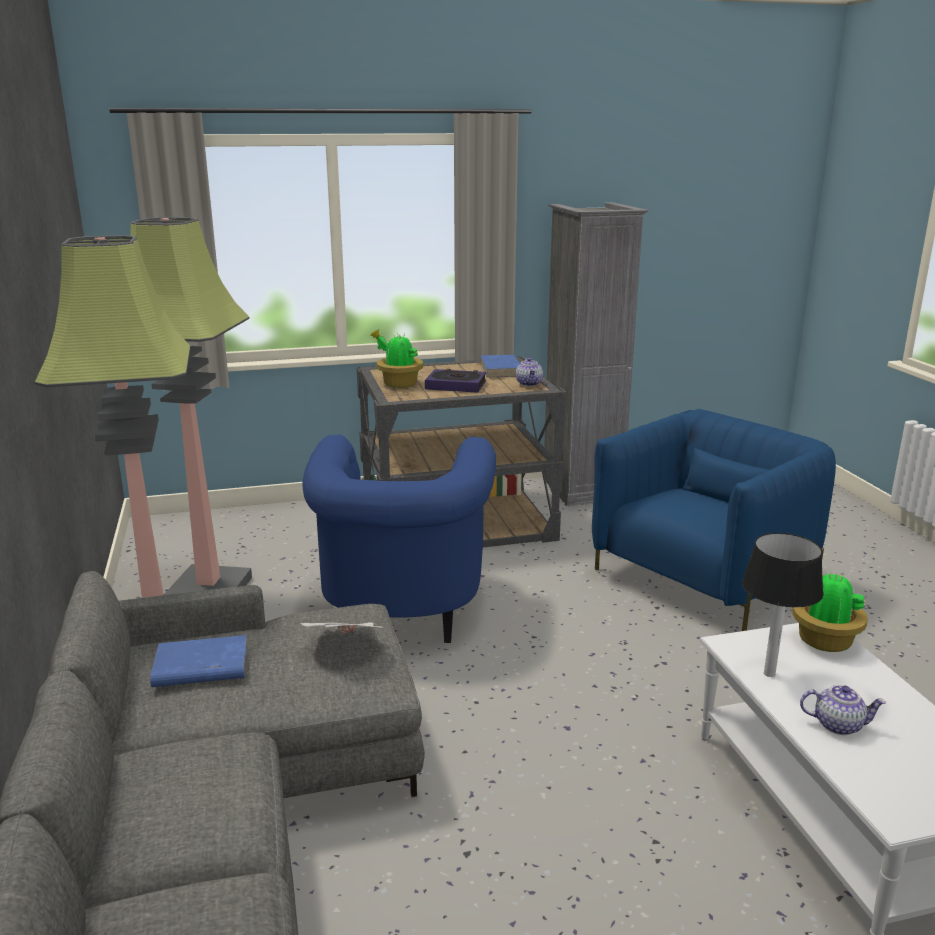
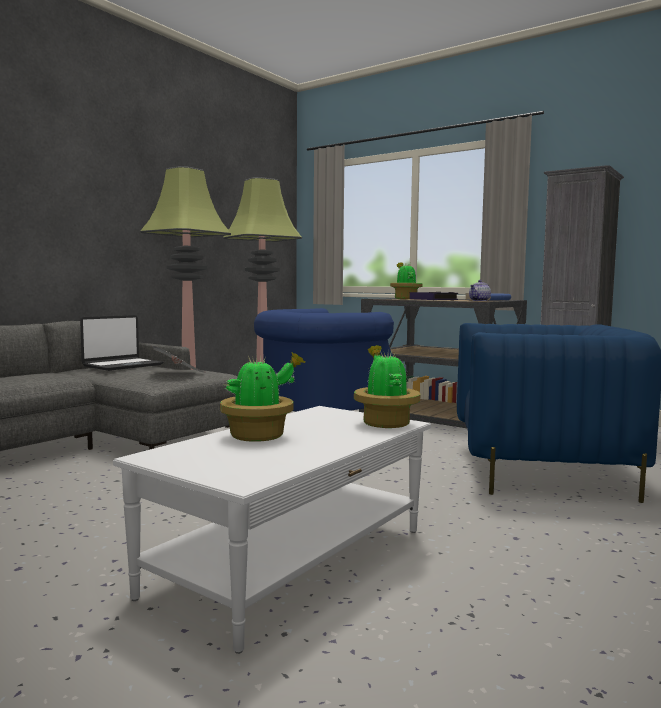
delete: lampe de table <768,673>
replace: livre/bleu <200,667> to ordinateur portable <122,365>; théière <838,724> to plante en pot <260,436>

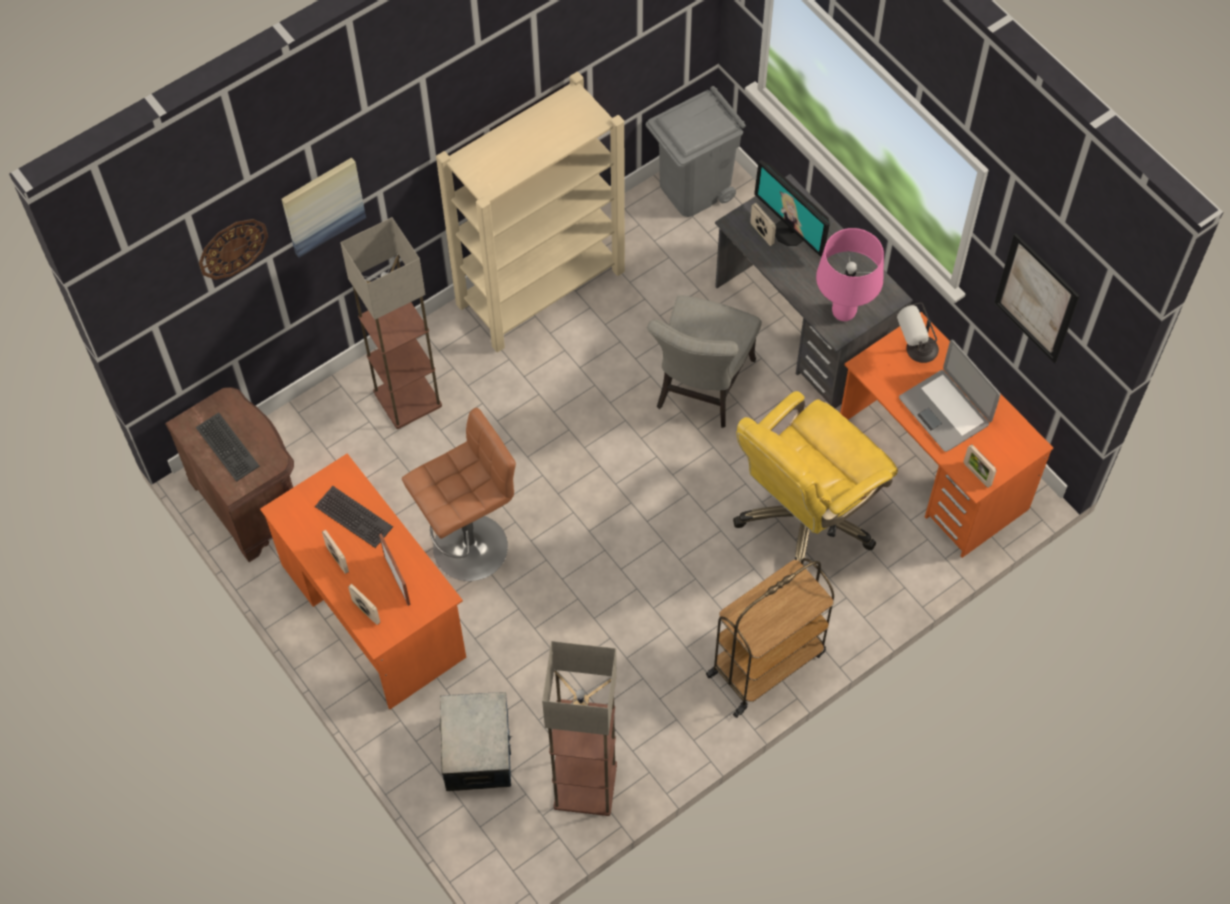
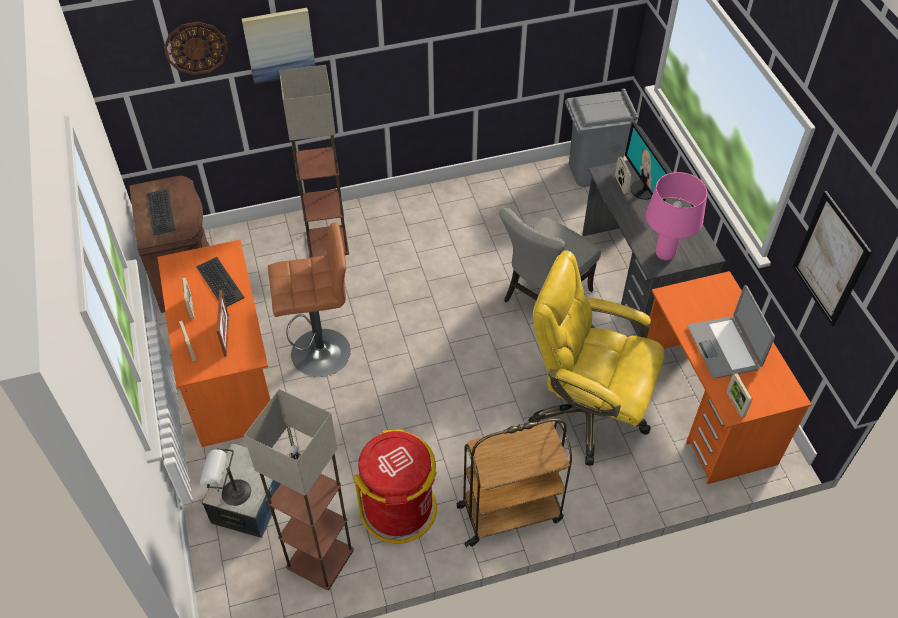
delete: bibliothèque/beige <540,287>
insert: poubelle/rouge <399,509>
move: lampe de table <916,351> to <229,492>
rotate: chaise de bureau/jaune <806,516> = <588,412> 45 degrees clockwise

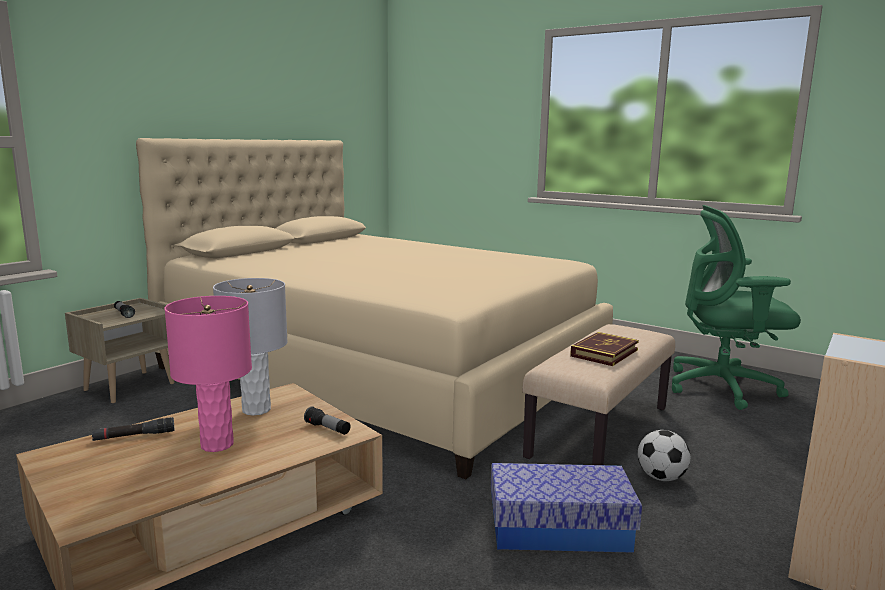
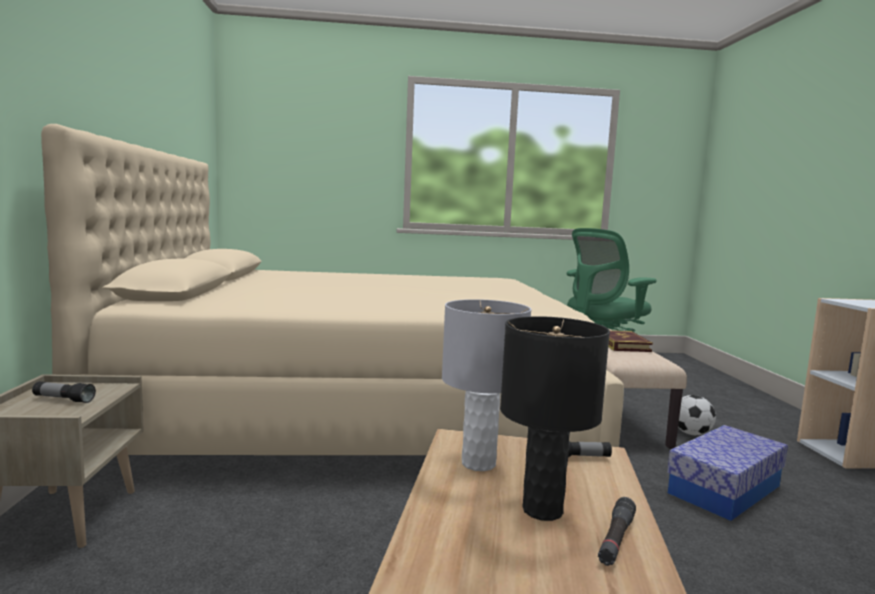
move: lampe de poche/noir <134,436> to <616,539>
recolor: lampe de table/rose <217,445> to lampe de table/noir <543,510>

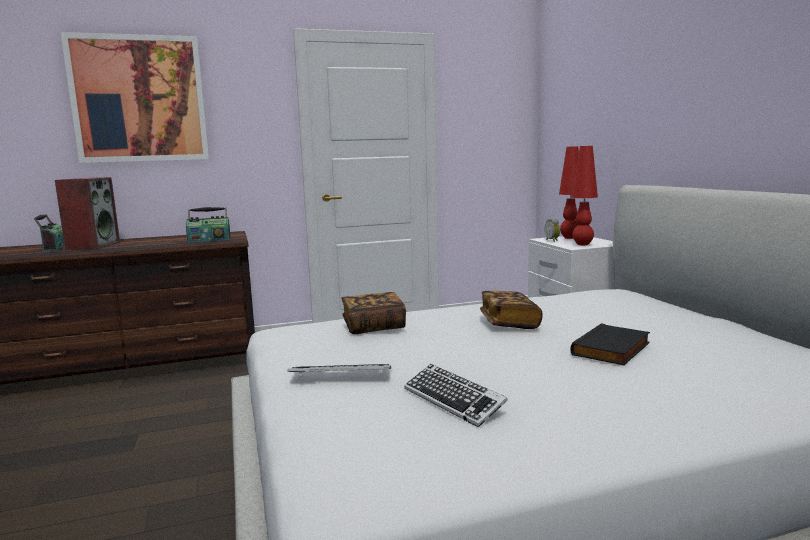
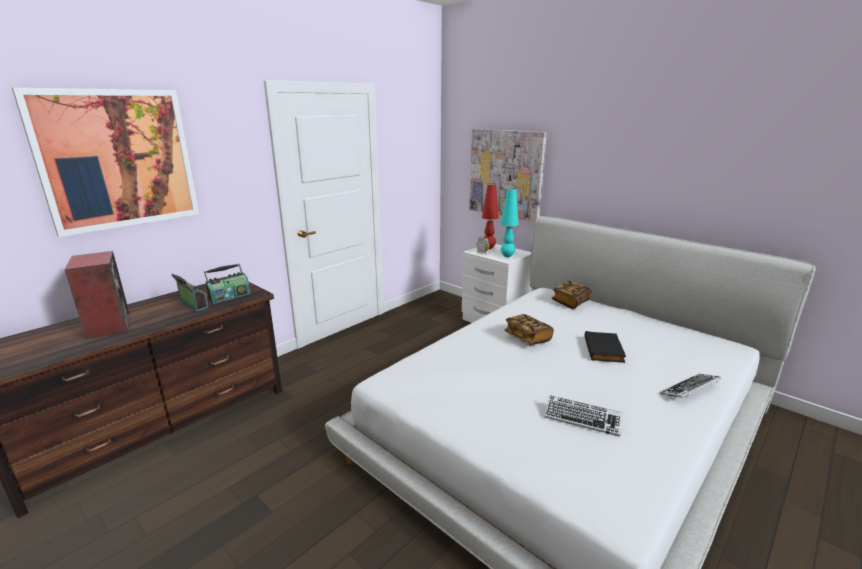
insert: tableau <506,173>
move: radio <54,248> to <192,304>; clavier <341,377> to <690,390>; livre <373,326> to <570,302>
recolor: lampe de table/rouge <582,244> to lampe de table/turquoise <507,256>

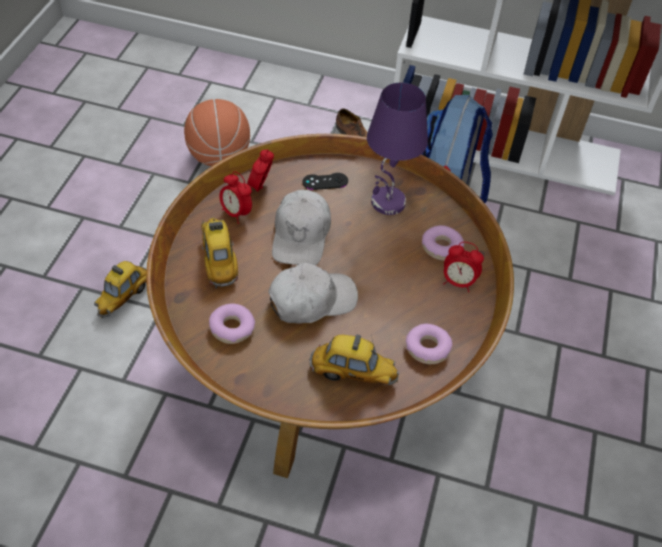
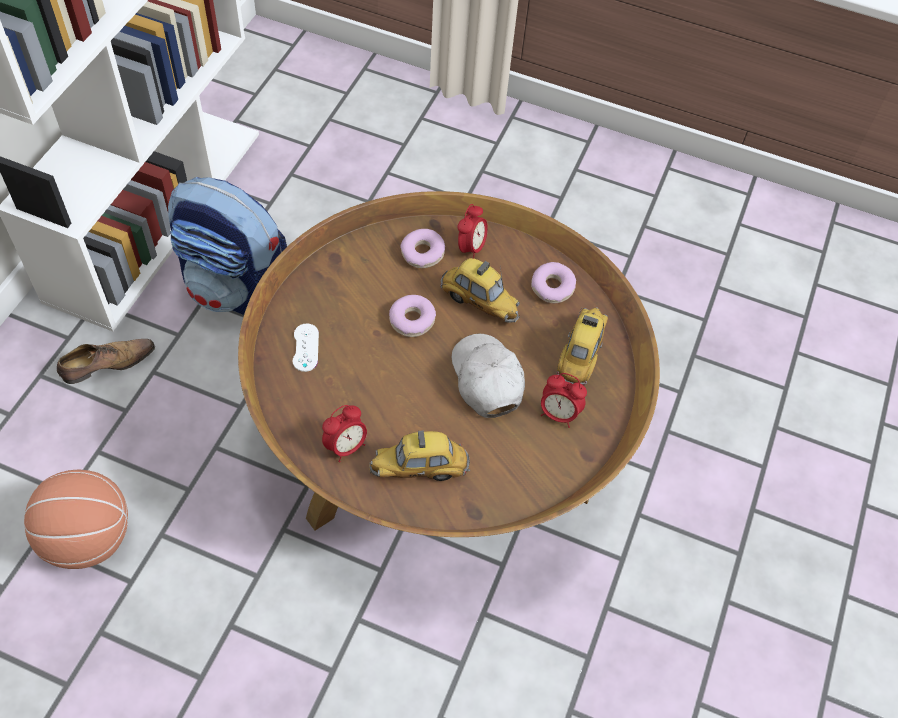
delete: casquette/blanc <301,235>; lampe de table/violet <387,203>
move: petite voiture <124,297> to <479,303>; beignet <232,328> to <412,320>; réveil <260,187> to <558,414>
recolor: manette/noir <325,181> to manette/blanc <305,347>

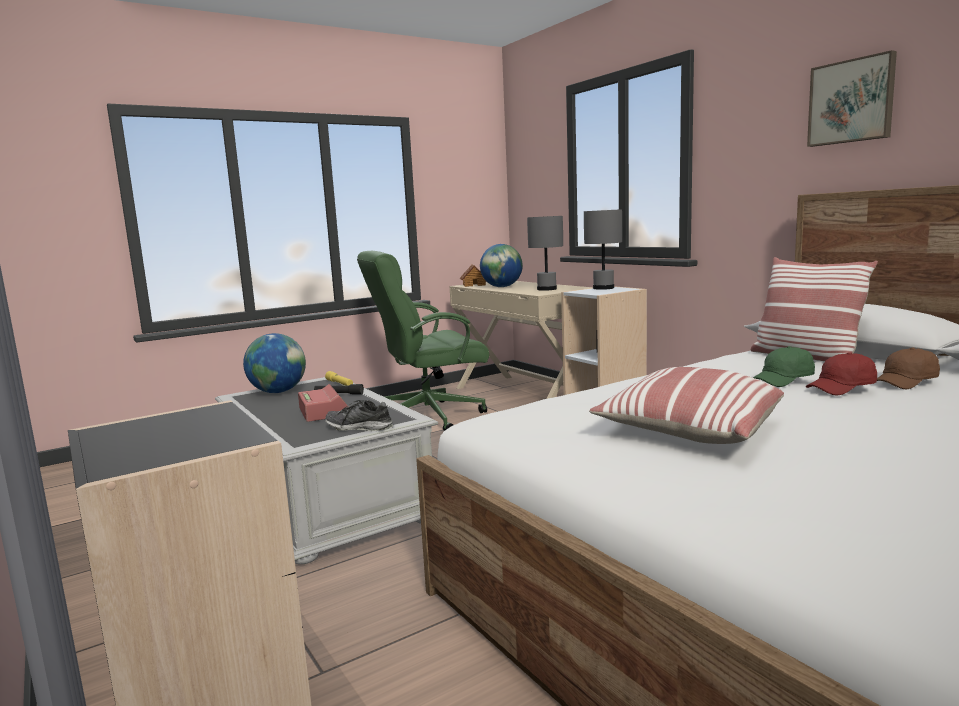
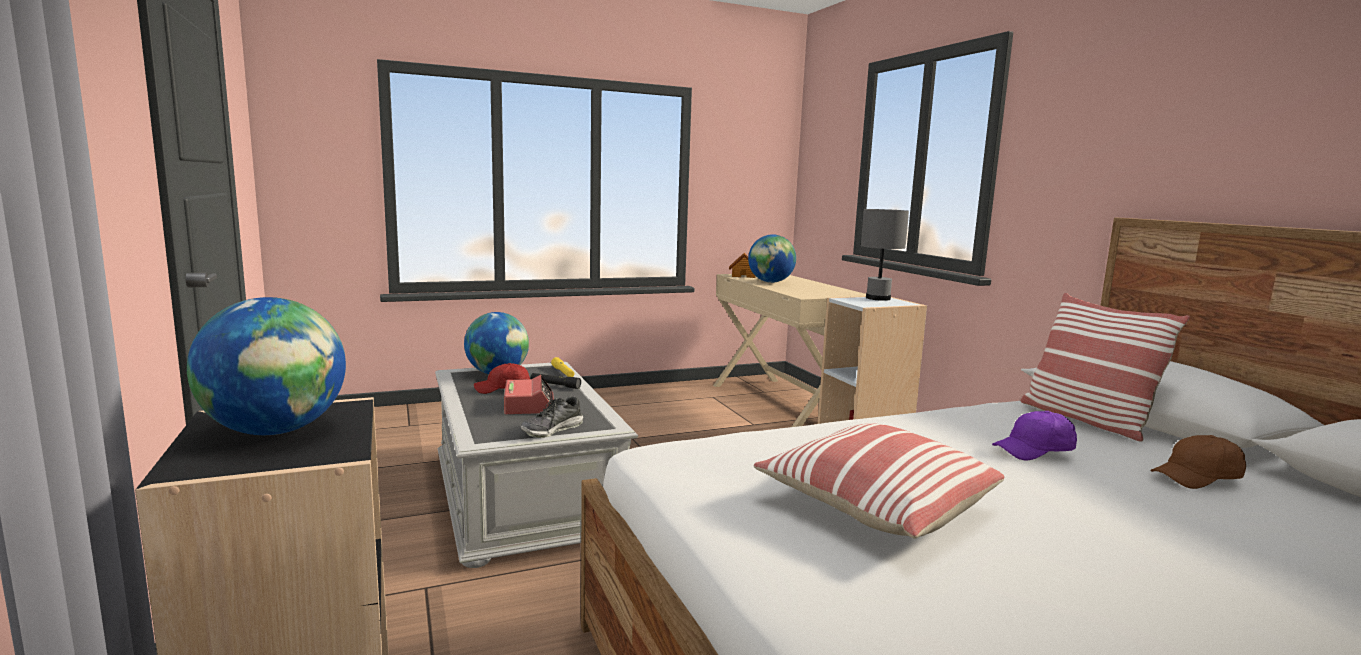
delete: chaise de bureau/vert <429,417>; lampe de table/gris <546,289>; tableau <851,101>
insert: globe <276,431>
move: casquette/rouge <842,388> to <503,389>
recolor: casquette/vert <783,380> to casquette/violet <1035,451>
rotate: chaussure <359,428> = <552,430> 75 degrees counterclockwise

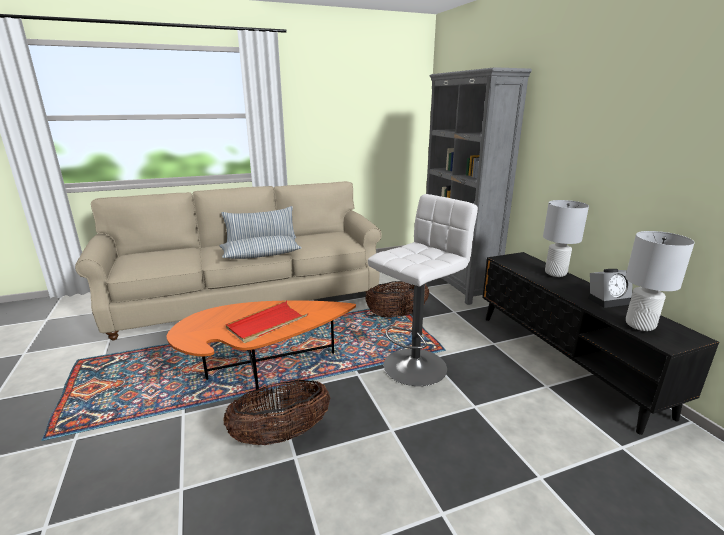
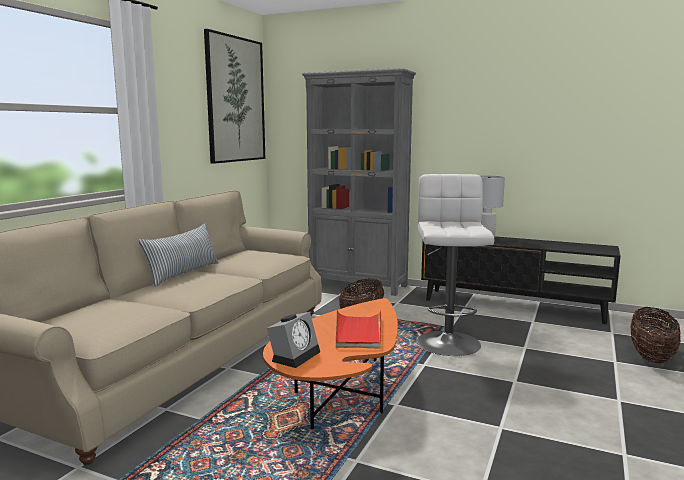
delete: coussin <261,255>; lampe de table/gris <639,327>
insert: tableau <235,100>
move: panier <281,435> to <651,357>; réveil <609,300> to <295,355>

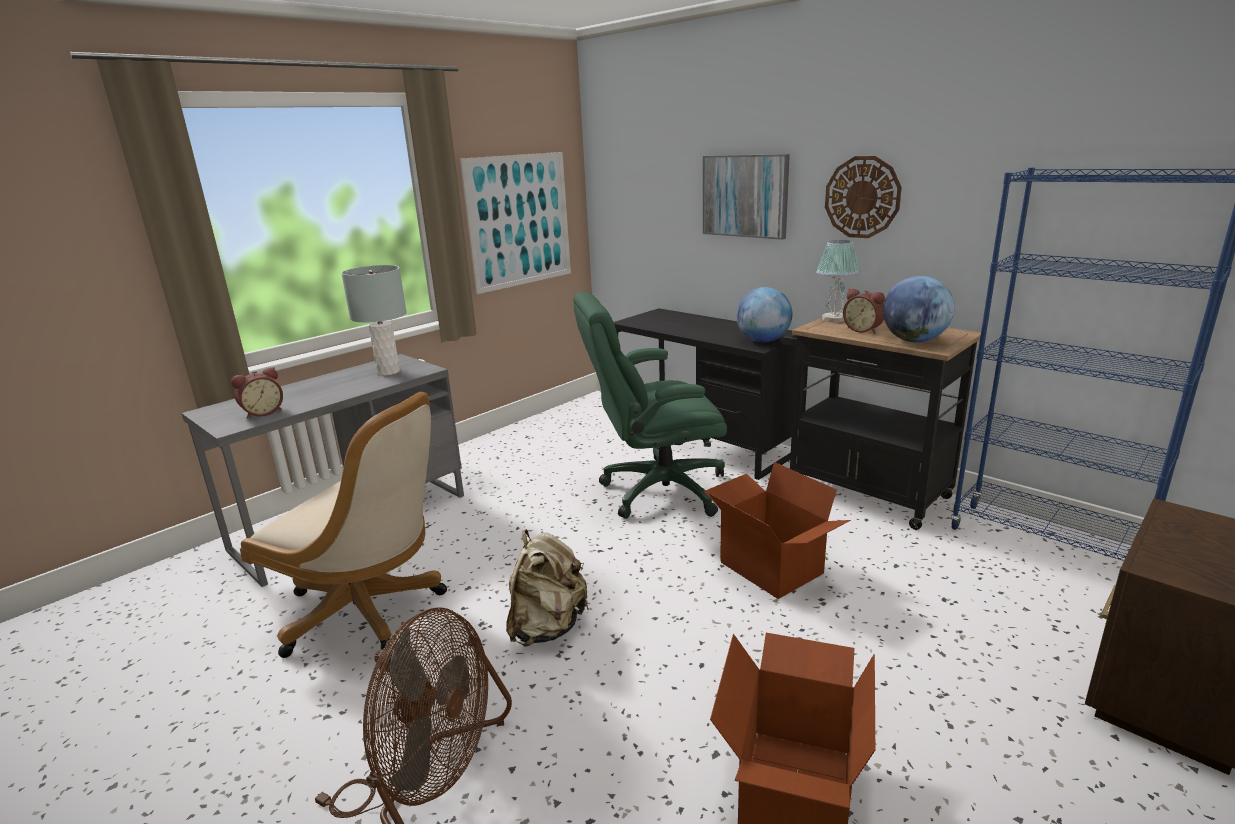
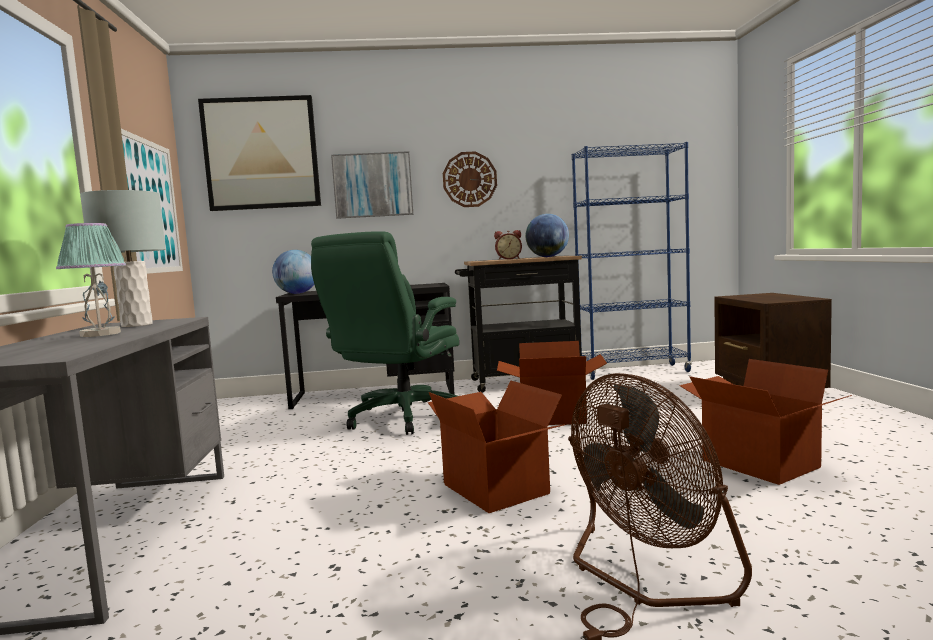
delete: réveil <262,412>; chaise de bureau <371,612>
insert: tableau <261,154>
move: globe <763,341> to <297,293>; lampe de table <834,319> to <100,334>
replace: sac à dos/beige <547,627> to carton <497,488>

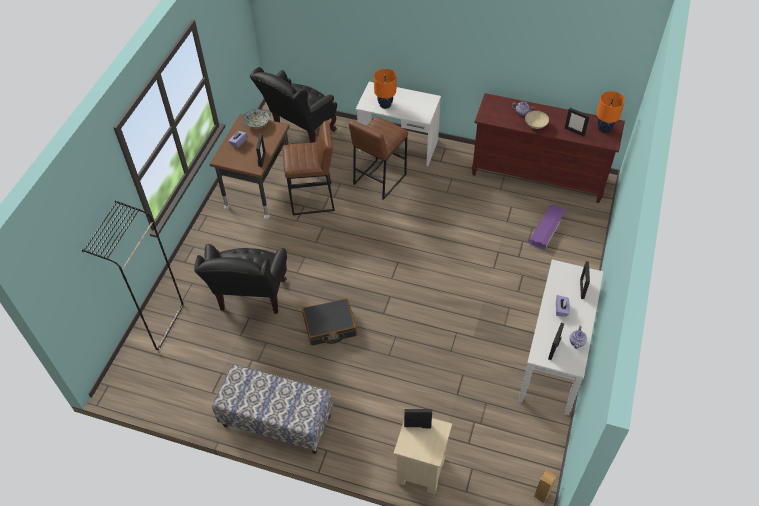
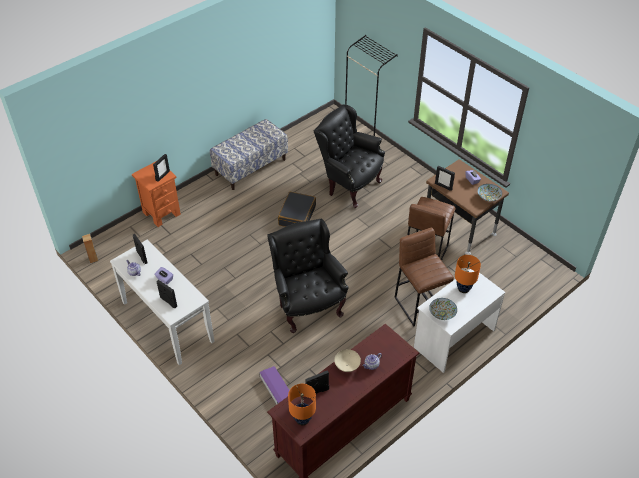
insert: bol <442,313>
move: fauteuil/noir <300,134> to <307,305>
recolor: table de chevet/beige <420,469> to table de chevet/orange <162,213>

